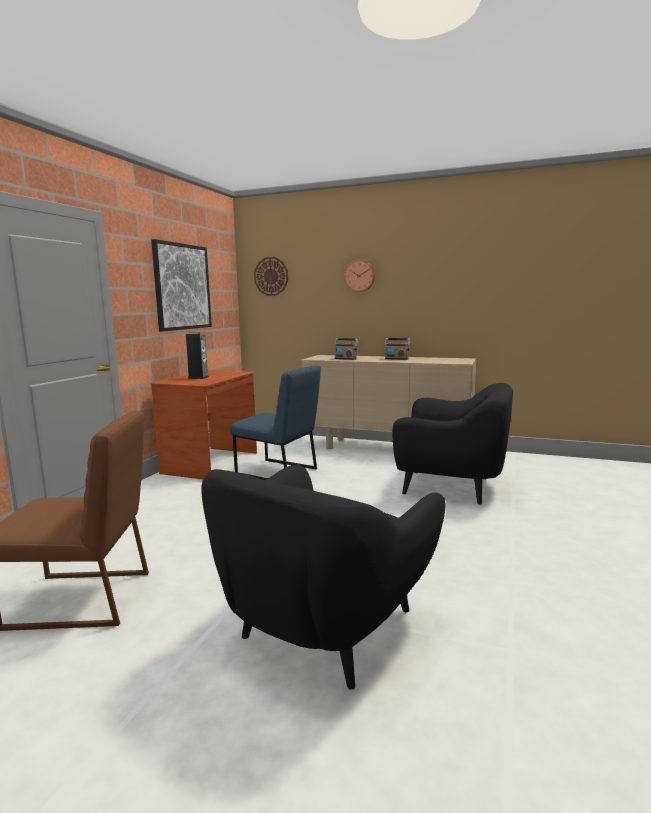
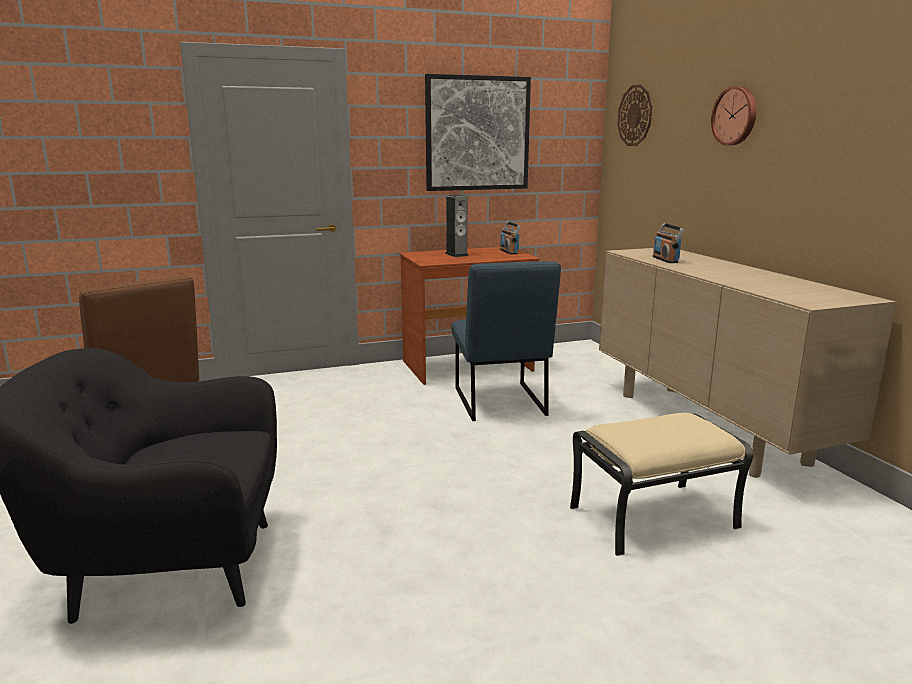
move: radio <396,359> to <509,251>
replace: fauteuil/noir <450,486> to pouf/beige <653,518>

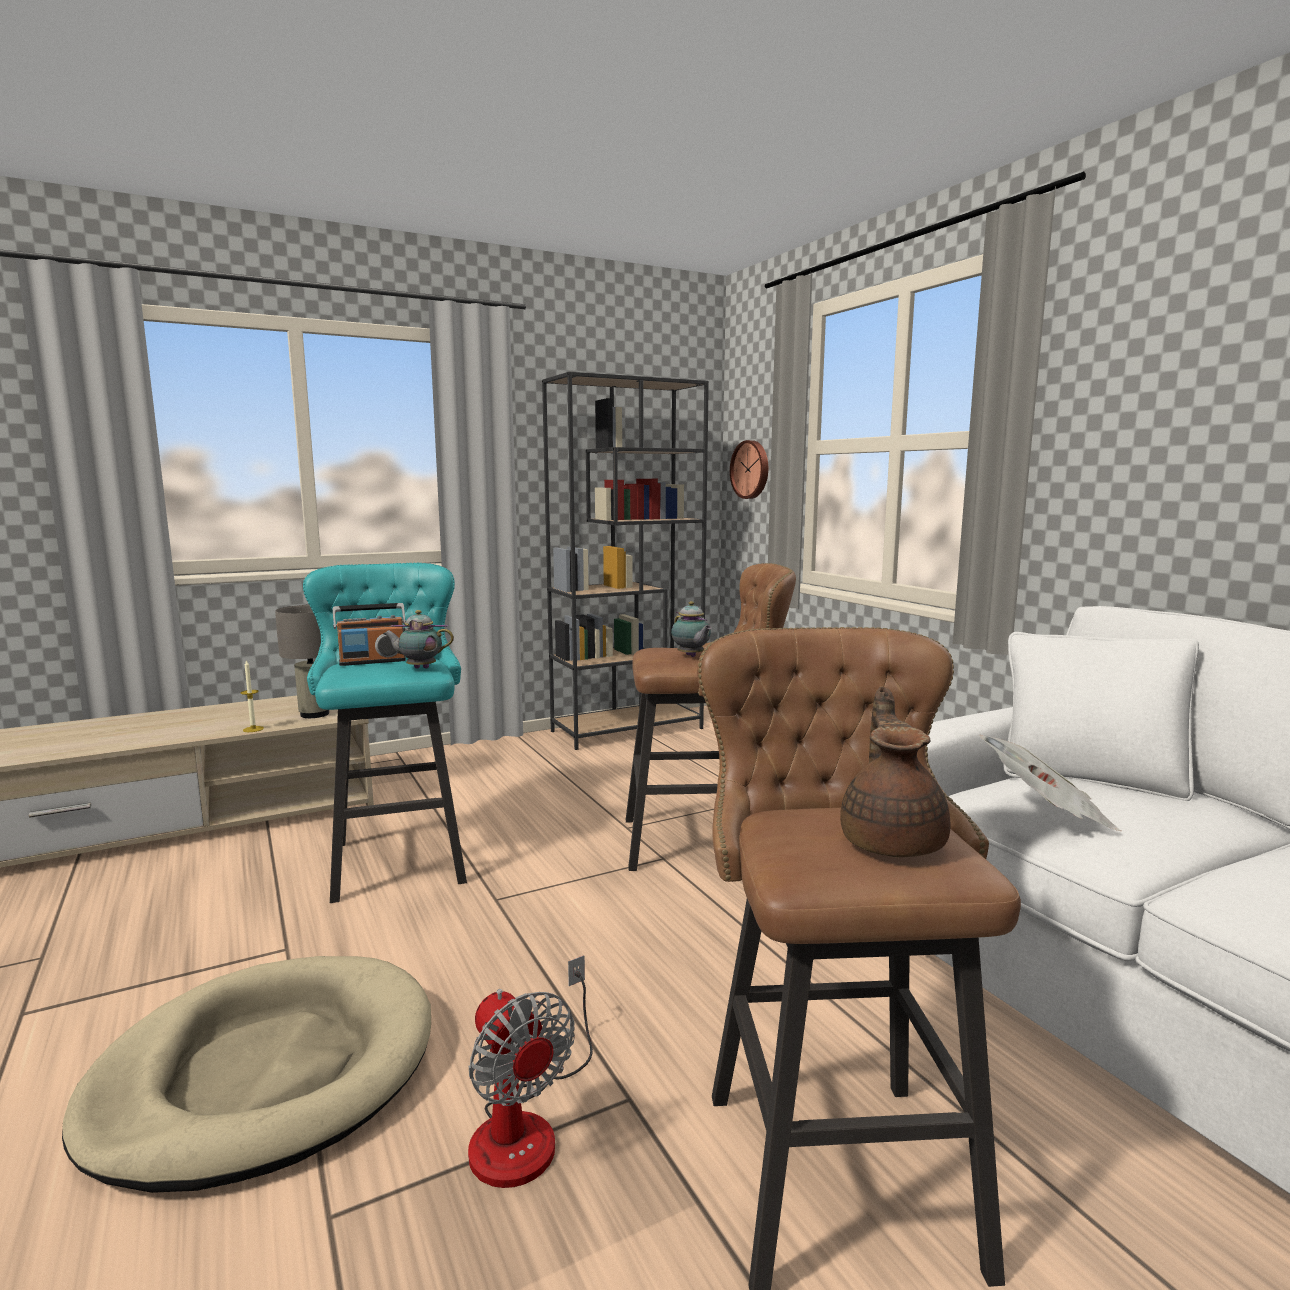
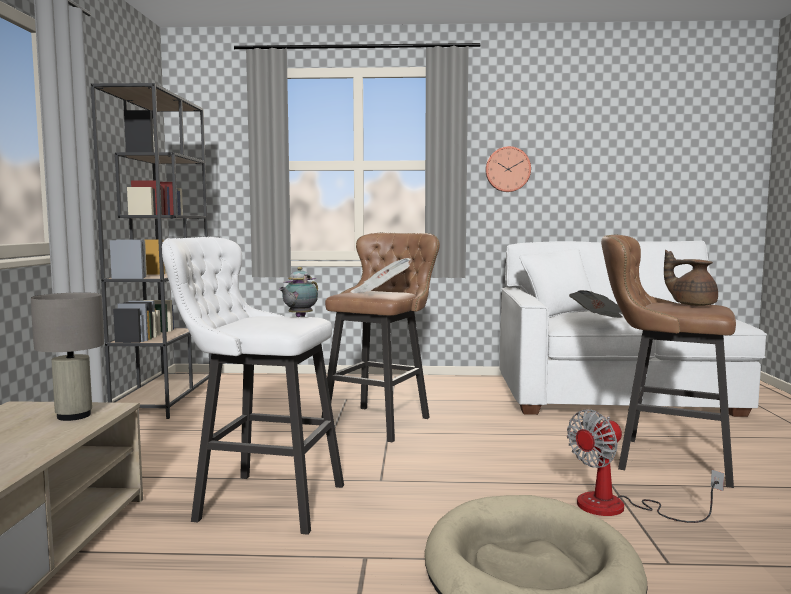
delete: bougie <253,729>; radio <372,661>
move: horloge murale <751,469> to <507,169>
replace: théière <691,656> to journal <380,292>
recolor: tabouret/turquoise <398,853> to tabouret/blanc <255,500>
rotate: ventilateur <526,1125> = <619,508> 150 degrees clockwise

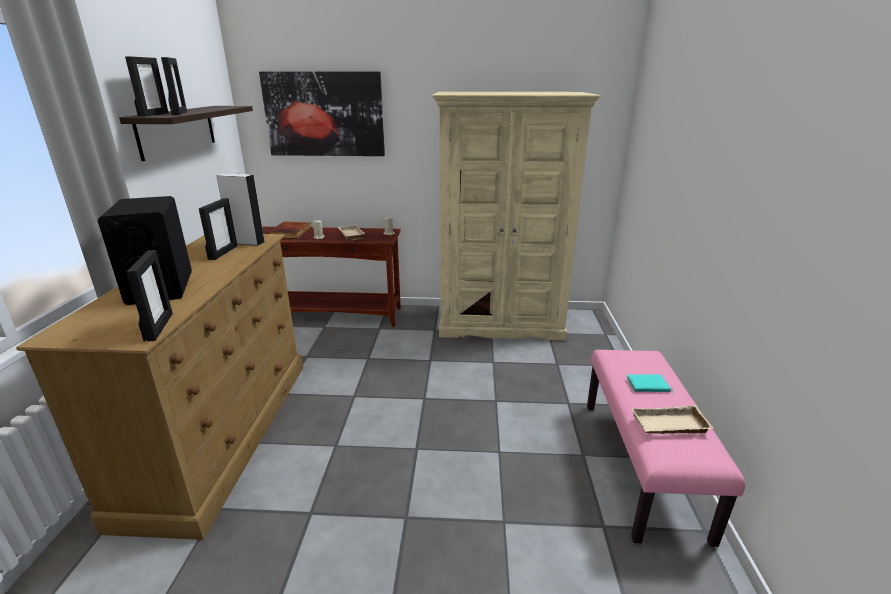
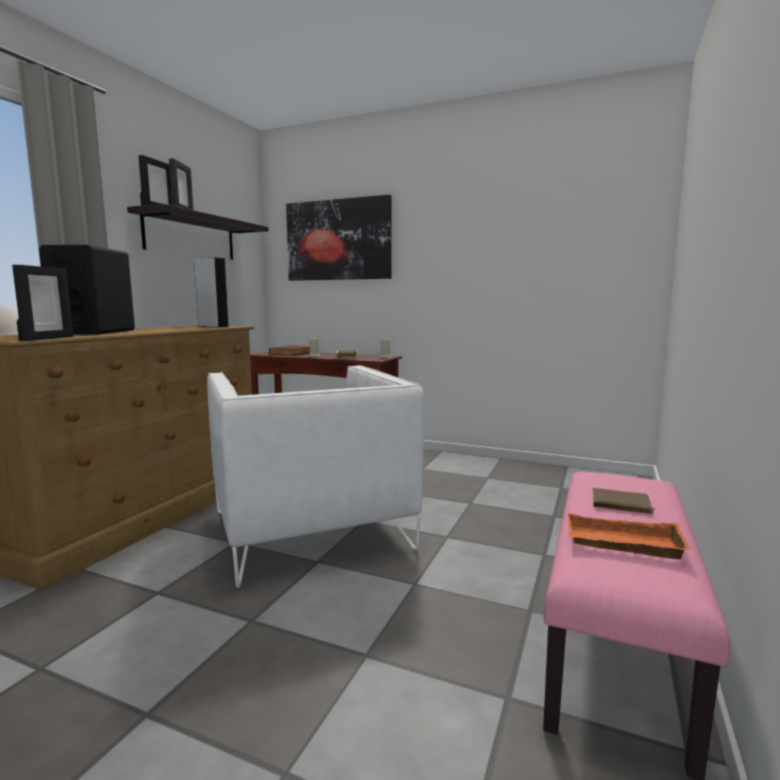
delete: cadre photo <223,252>; armoire/beige <500,323>
insert: fauteuil/blanc <310,529>
recolor: livre/turquoise <648,386> to livre/marron <620,505>; plateau/beige <669,426> to plateau/orange <621,544>

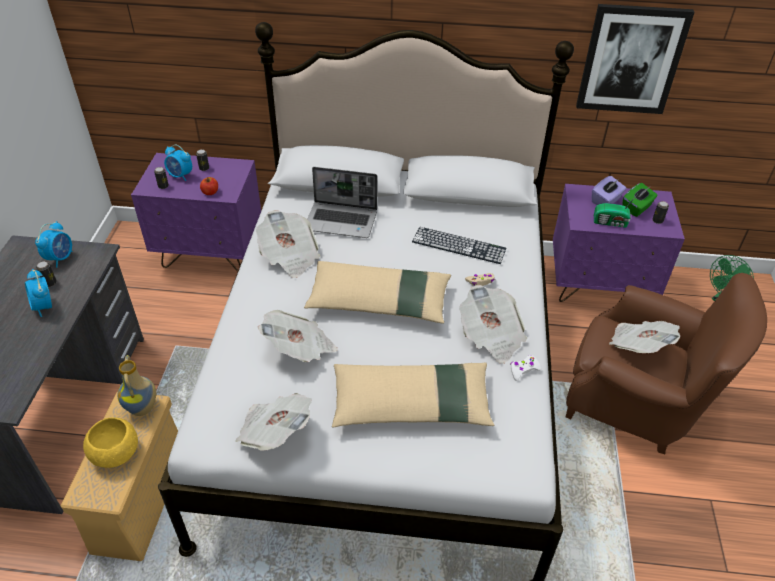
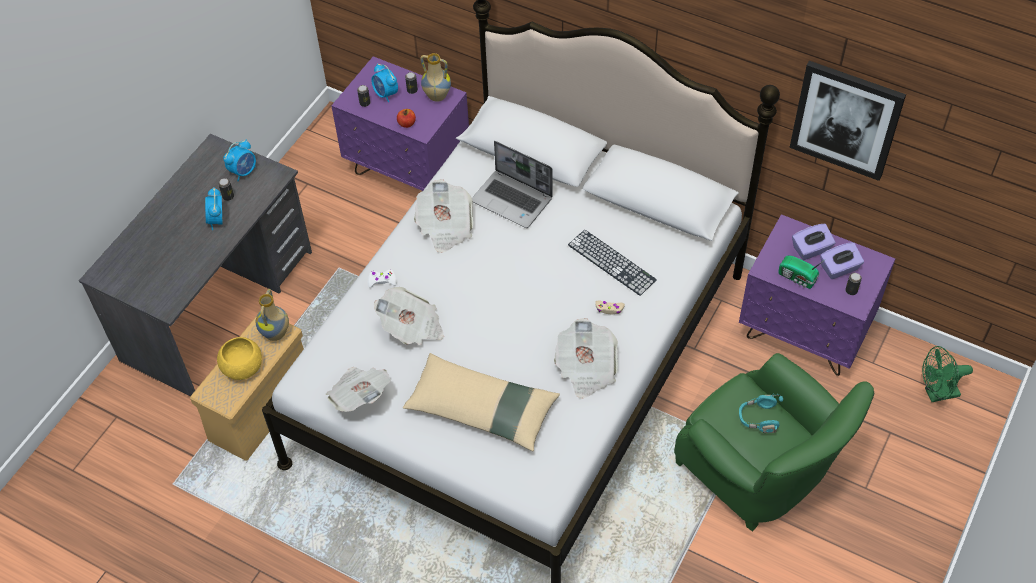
delete: coussin/beige <379,302>
insert: vase <436,97>
move: manette/blanc <524,370> to <382,281>
replace: journal <638,346> to casque audio/turquoise <758,418>
recolor: fauteuil/marron <637,403> to fauteuil/vert <759,473>; boîte à mouchoirs/vert <636,208> to boîte à mouchoirs/violet <839,268>

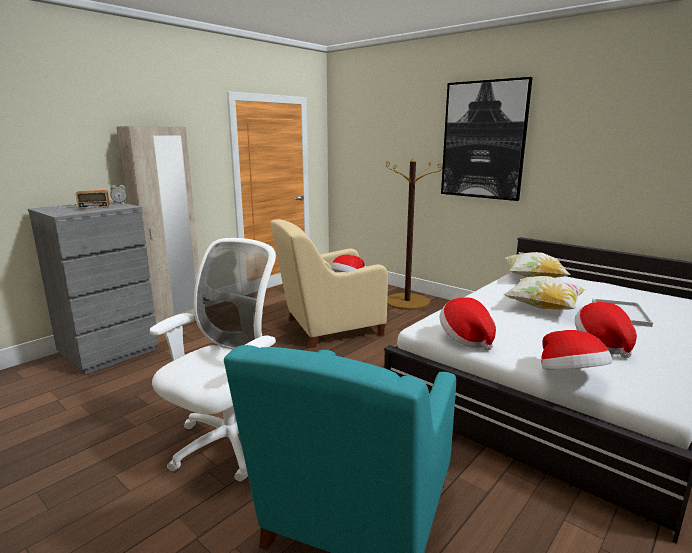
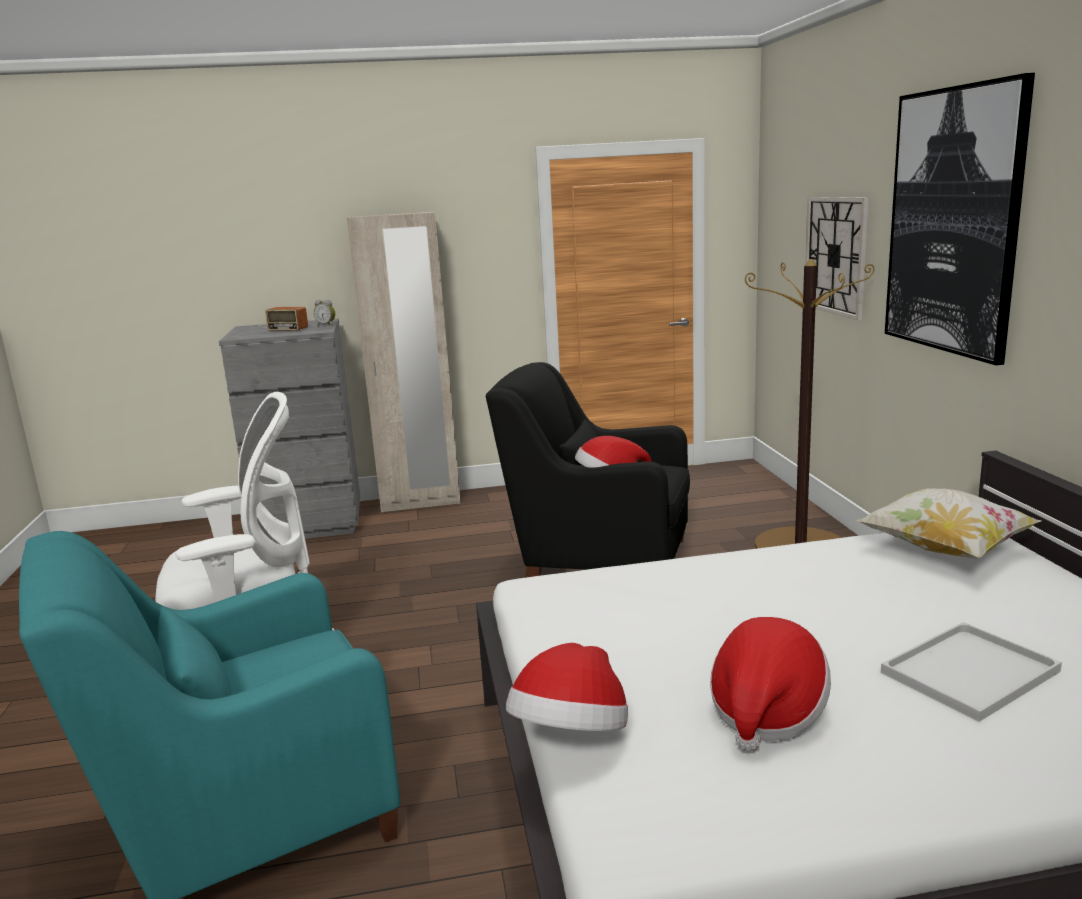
delete: chapeau <466,339>; coussin <543,308>
insert: horloge murale <836,255>
recolor: fauteuil/beige <329,327> to fauteuil/noir <598,559>

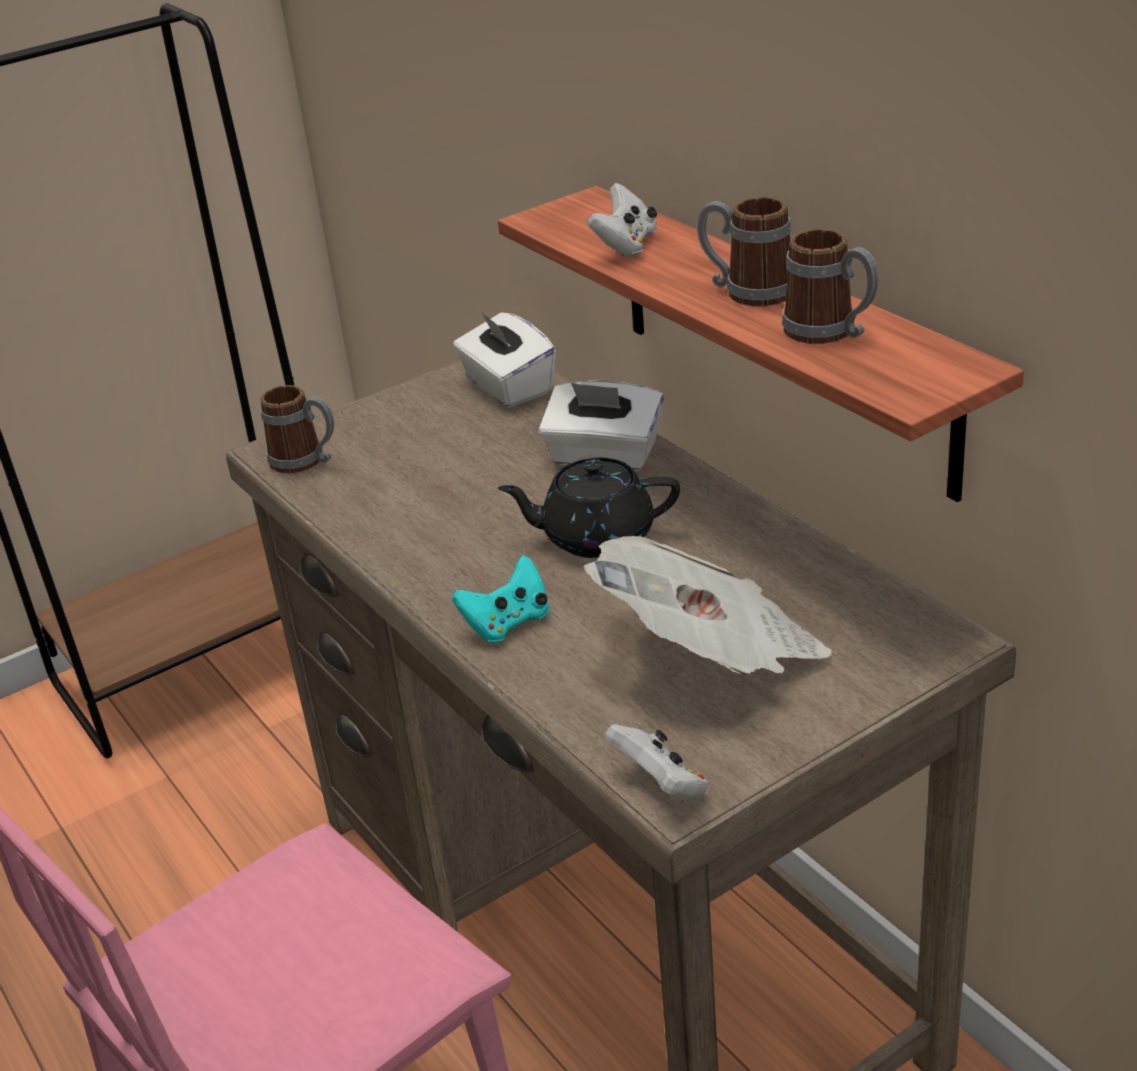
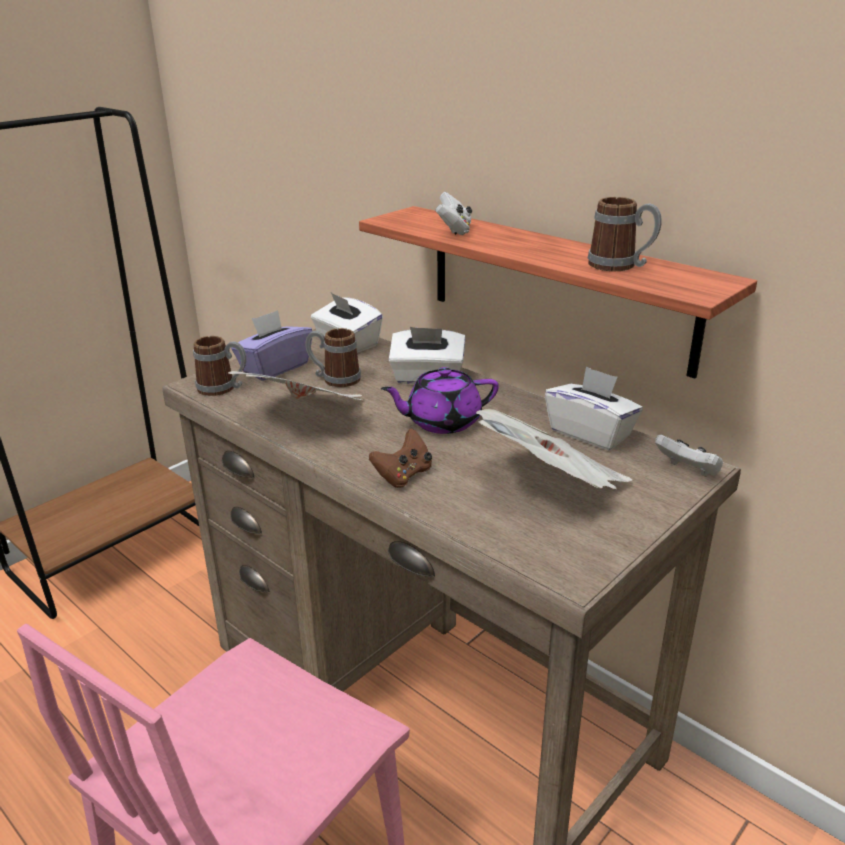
insert: journal <306,418>; boîte à mouchoirs/violet <274,368>; boîte à mouchoirs/blanc <590,433>
move: manette/blanc <661,787> to <688,471>; mug <747,292> to <334,379>
recolor: manette/turquoise <507,623> to manette/marron <403,475>; théière/noir <596,536> to théière/violet <442,422>

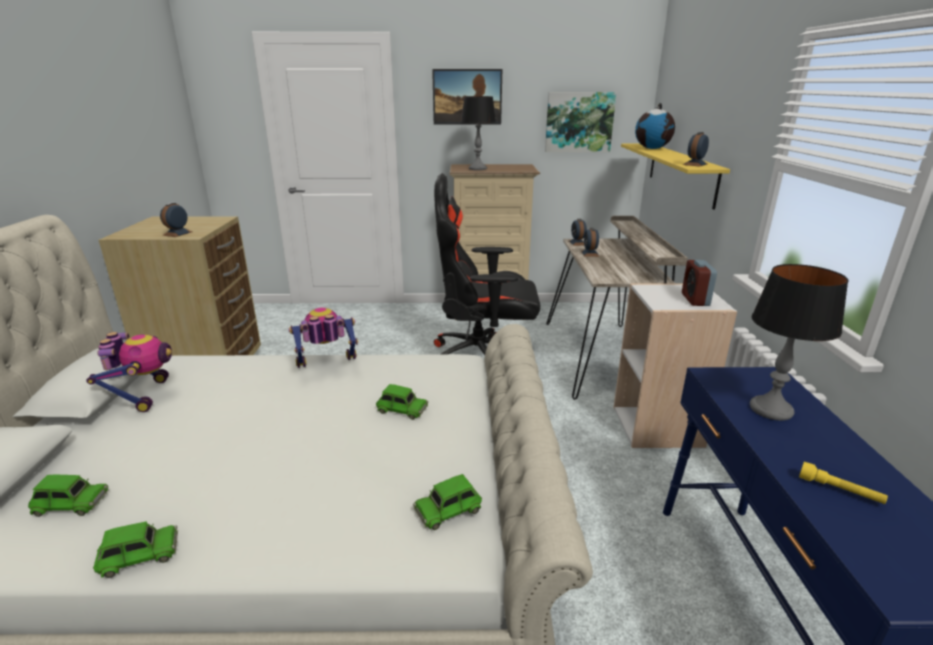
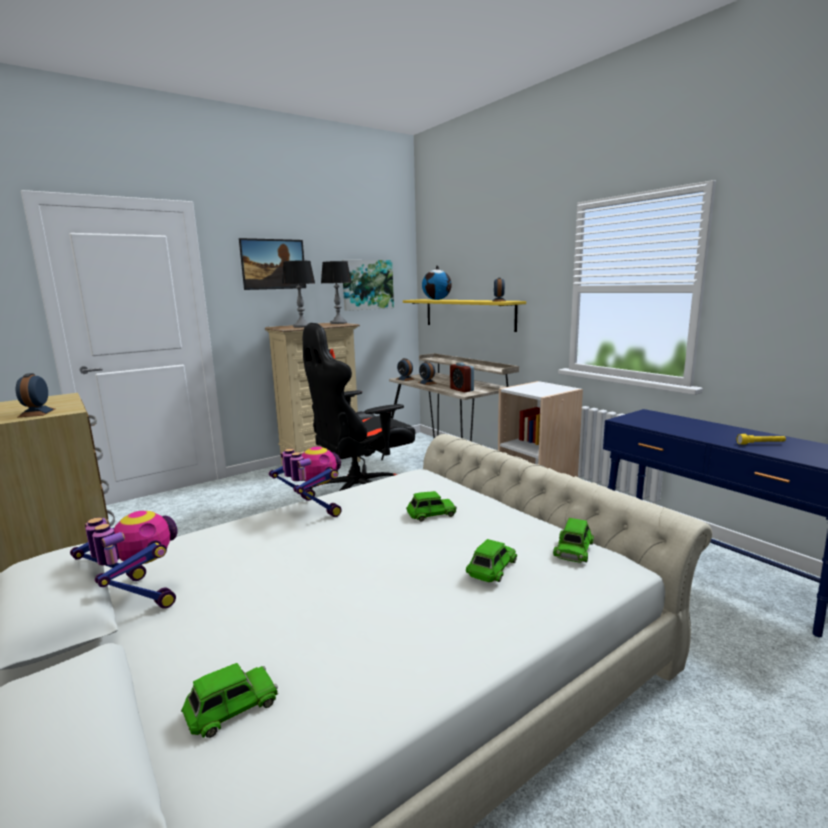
move: petite voiture/vert <139,555> to <491,568>; réveil <695,300> to <461,390>; lampe de table <770,409> to <338,323>
rotate: robot jouet <327,366> = <312,509> 105 degrees clockwise

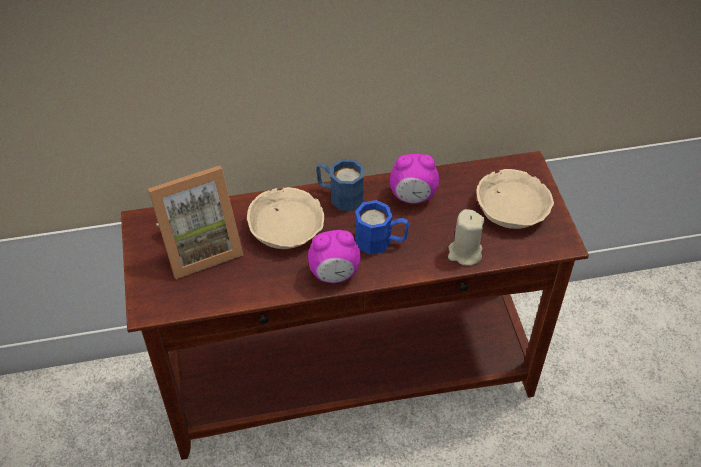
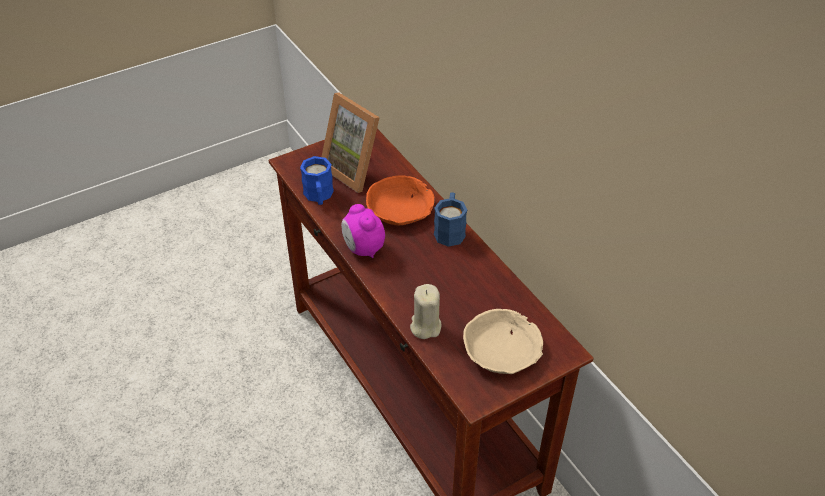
delete: réveil <413,196>
move: mug/bleu <381,241> to <319,196>
recolor: bol/beige <287,226> to bol/orange <400,209>

